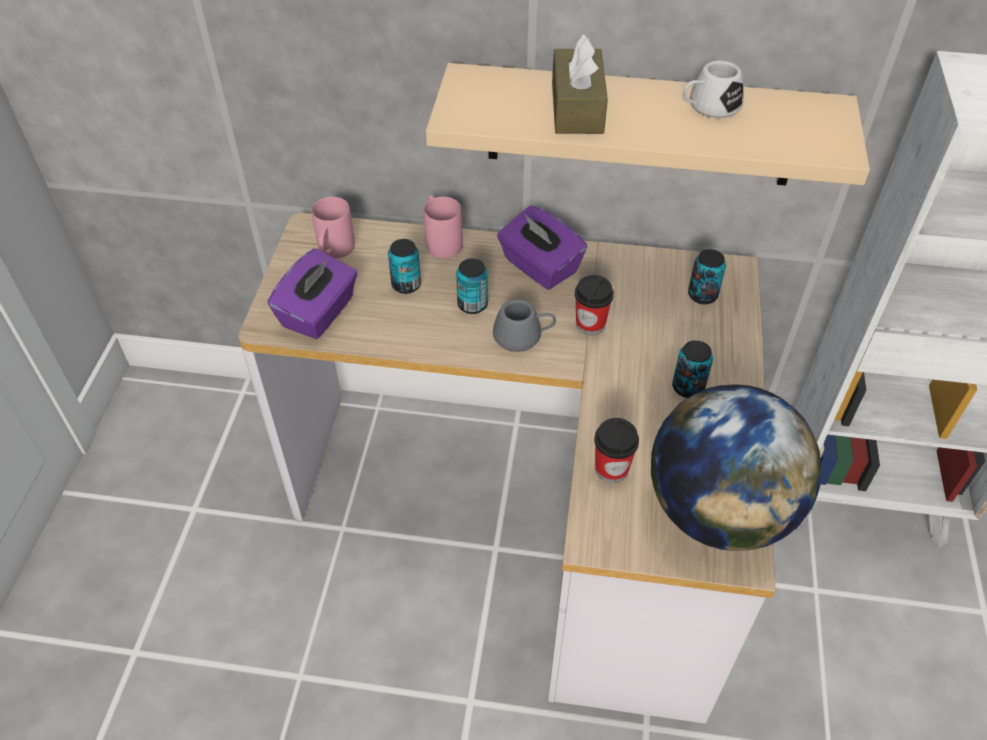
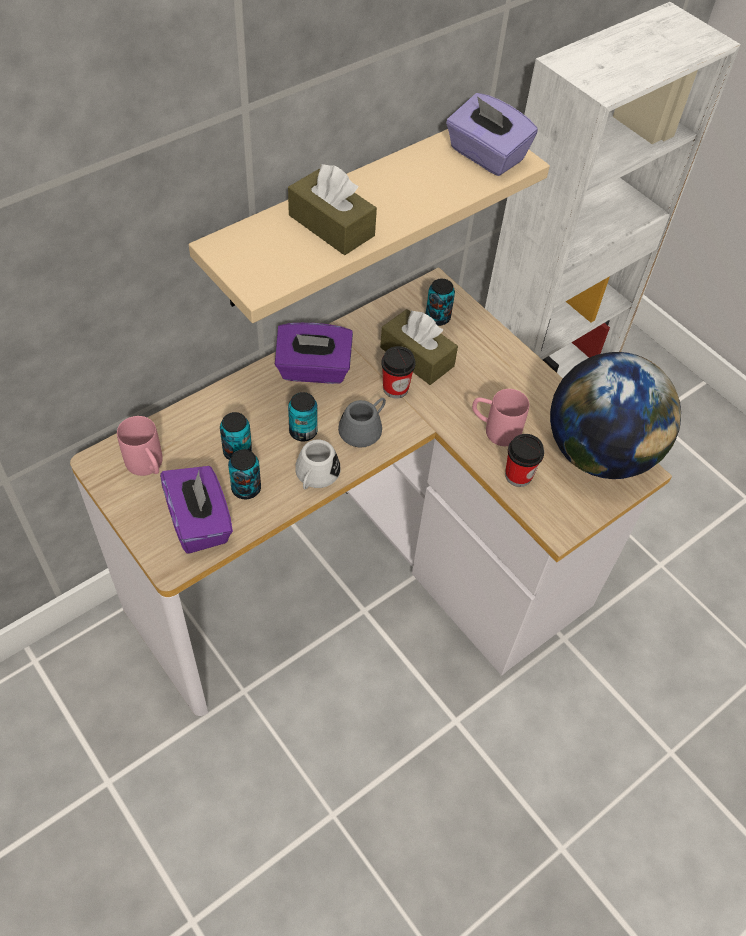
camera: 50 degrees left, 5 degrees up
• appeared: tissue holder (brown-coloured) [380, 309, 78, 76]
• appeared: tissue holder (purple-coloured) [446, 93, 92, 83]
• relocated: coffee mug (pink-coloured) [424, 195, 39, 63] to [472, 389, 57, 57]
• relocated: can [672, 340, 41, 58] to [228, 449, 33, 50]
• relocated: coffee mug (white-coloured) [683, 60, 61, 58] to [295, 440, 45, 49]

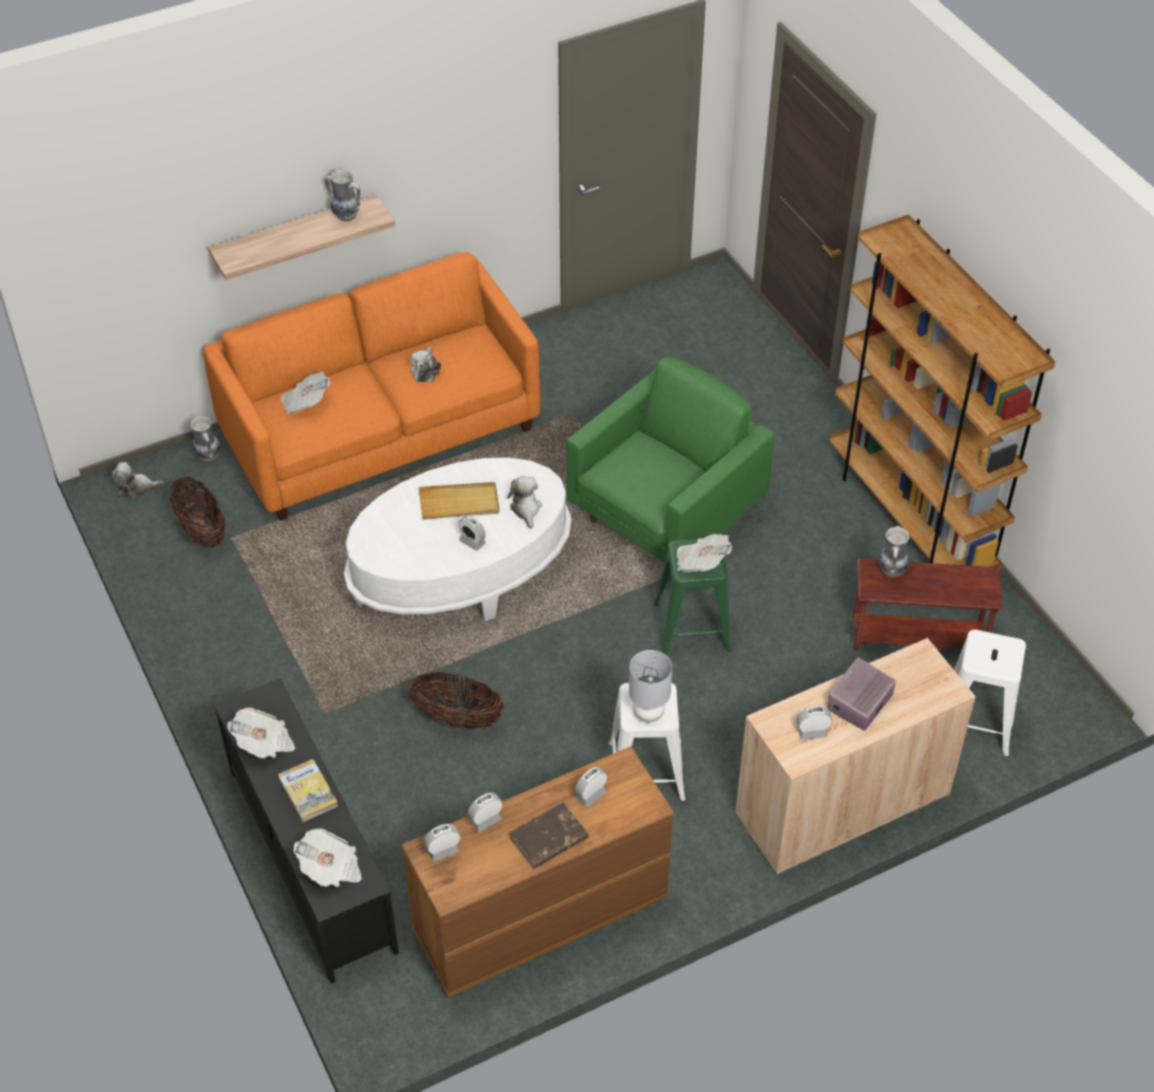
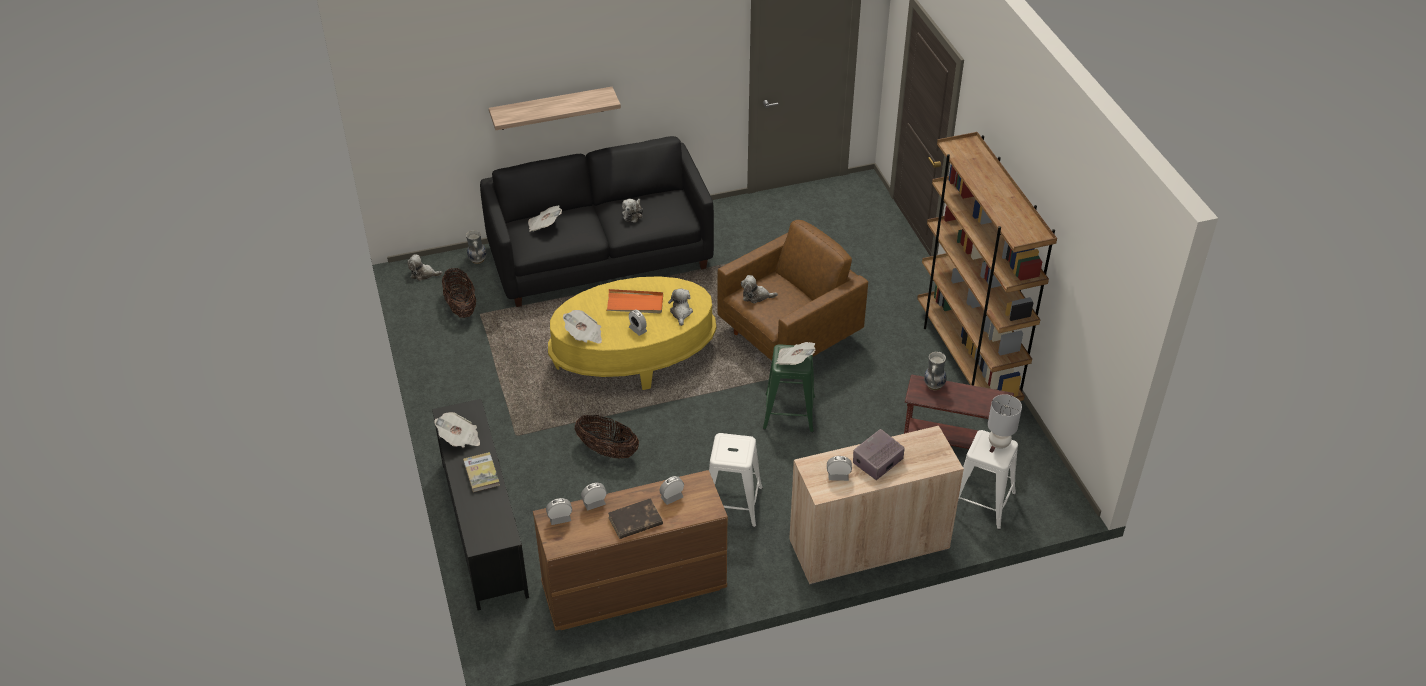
camera: 10 degrees right, 5 degrees down
• missing: flower vase [325, 170, 35, 52]
• appeared: soft toy [741, 275, 37, 29]
• relocated: newspaper [294, 828, 68, 59] to [563, 310, 39, 33]
• relocated: lamp for a table (grey) [629, 650, 43, 73] to [988, 394, 34, 55]
• colour: sofa (orangey) [203, 252, 337, 269] to sofa (black-coloured) [480, 136, 234, 171]
• colour: coffee table (white-coloured) [344, 458, 228, 163] to coffee table (yellowish) [548, 276, 168, 114]
• colour: serving tray (sand-coloured) [419, 482, 81, 38] to serving tray (orangey) [606, 289, 57, 24]
• colour: lounge chair (green-coloured) [566, 357, 209, 206] to lounge chair (brown-coloured) [717, 220, 151, 141]

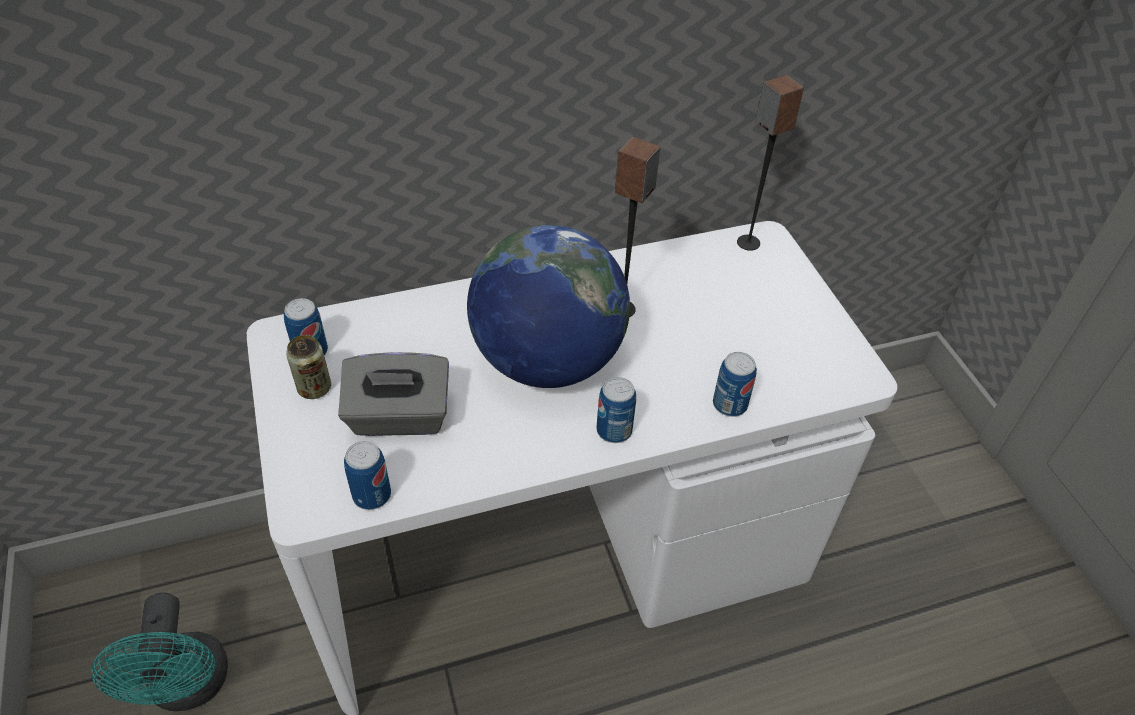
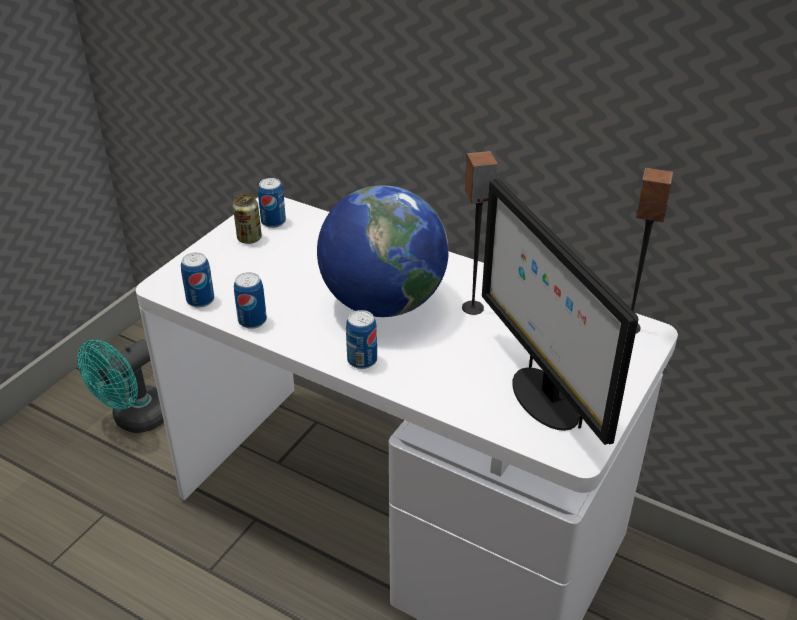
camera: 50 degrees right, 10 degrees down
• missing: tissue holder (grey) [338, 352, 111, 84]
• appeared: monitor [482, 179, 156, 266]
• relocated: can [713, 352, 44, 65] to [234, 272, 33, 57]

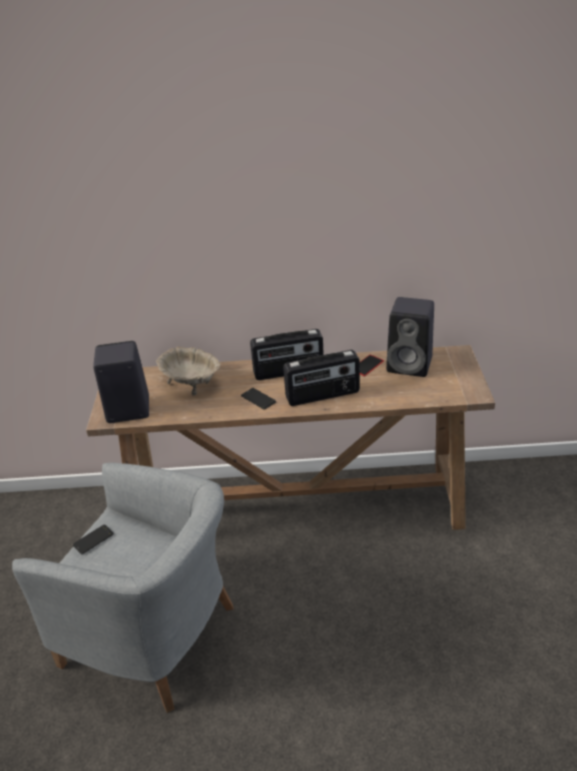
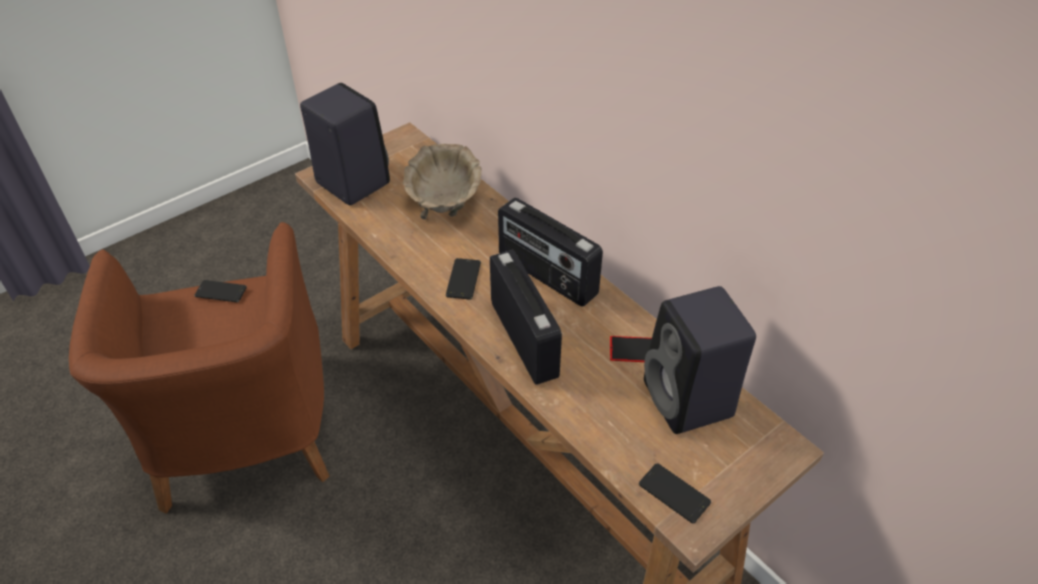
camera: 50 degrees right, 10 degrees up
• appeared: telephone [639, 463, 72, 60]
• colour: lounge chair (grey) [12, 462, 222, 251] to lounge chair (brown-coloured) [69, 222, 260, 292]
• spun: radio receiver [283, 350, 77, 56] = [490, 250, 72, 135] 150 degrees counterclockwise

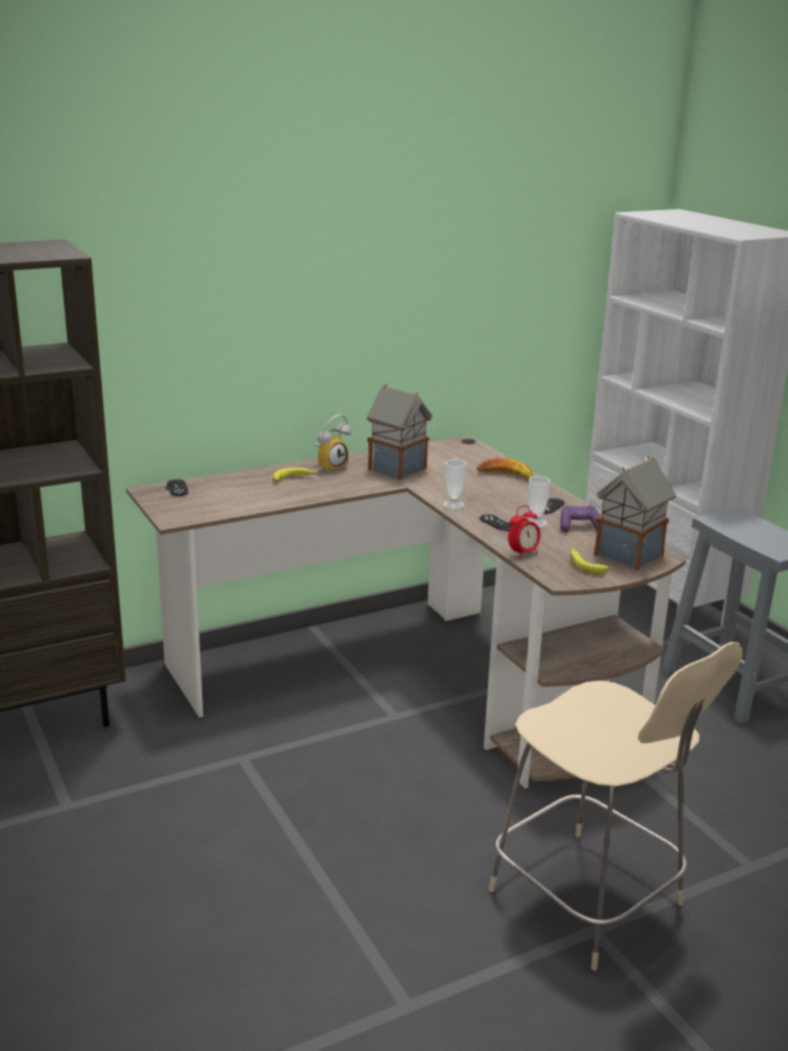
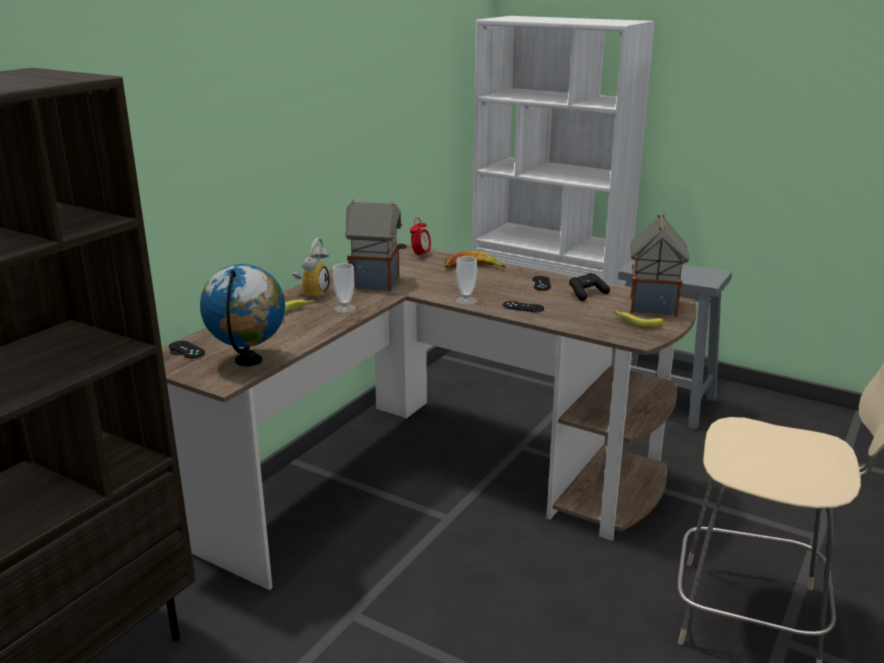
camera: 30 degrees left, 0 degrees up
• appeared: world globe [200, 264, 85, 102]
• relocated: alarm clock [508, 505, 33, 53] to [410, 218, 21, 40]
• relocated: drinking cup [527, 476, 23, 52] to [333, 263, 23, 50]
• colour: joypad (purple-coloured) [560, 505, 40, 27] to joypad (black-coloured) [569, 273, 41, 28]

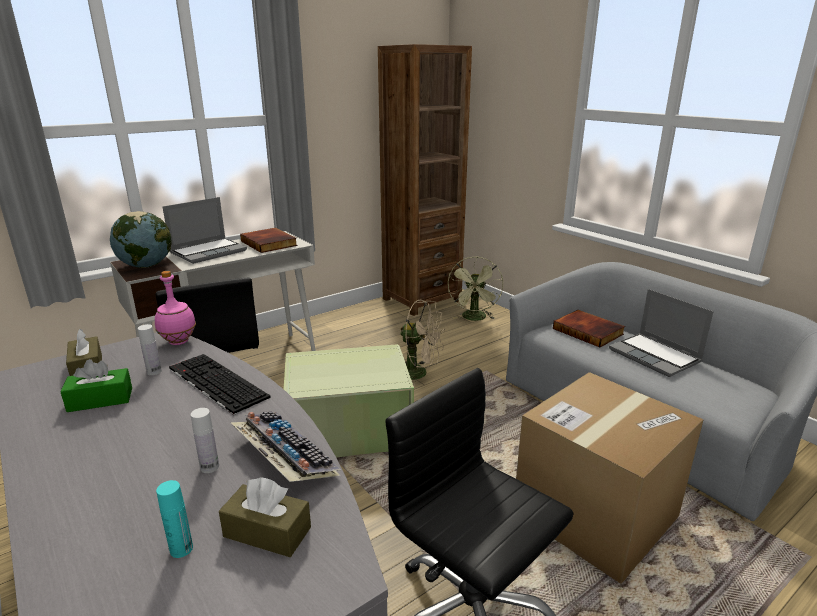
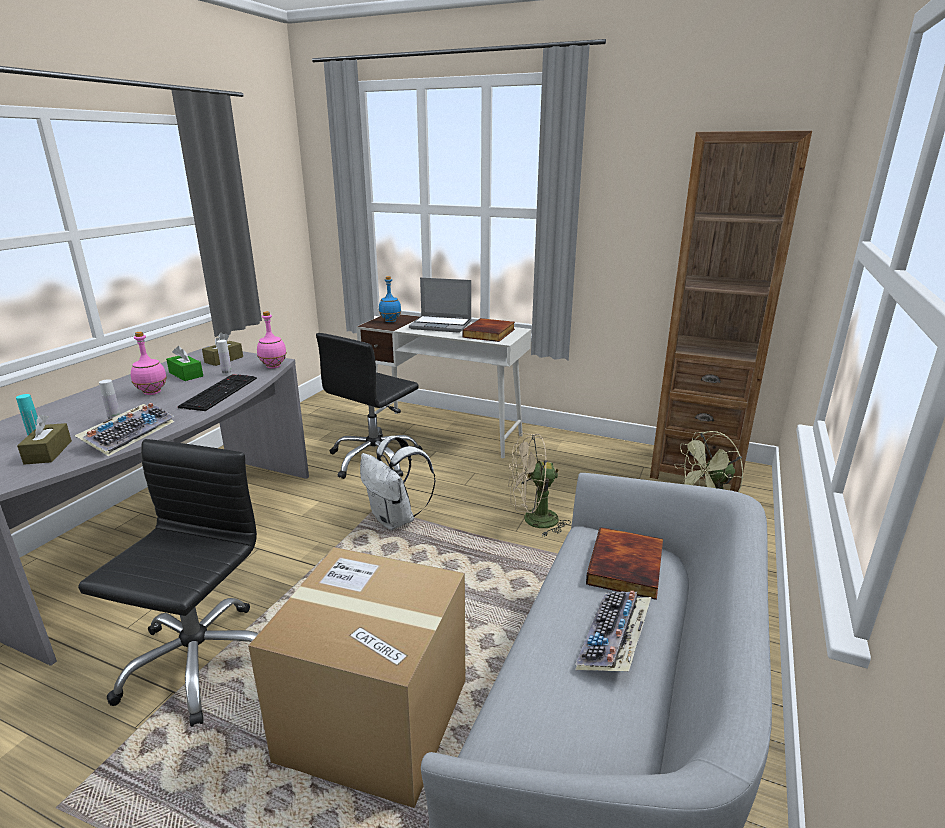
camera: 60 degrees right, 0 degrees up
• appeared: drink bottle (pink-coloured) [131, 332, 36, 63]
• exchanged: world globe [110, 211, 62, 57] to drink bottle (blue) [379, 276, 22, 46]
• exchanged: storage box (green-coloured) [284, 344, 130, 114] to rucksack (white-coloured) [360, 436, 76, 94]
• exchanged: notebook computer [609, 289, 105, 88] to keyboard [575, 591, 77, 81]
• spun: cooling fan (sand-coloured) [401, 300, 44, 87] = [508, 433, 63, 104] 90 degrees clockwise

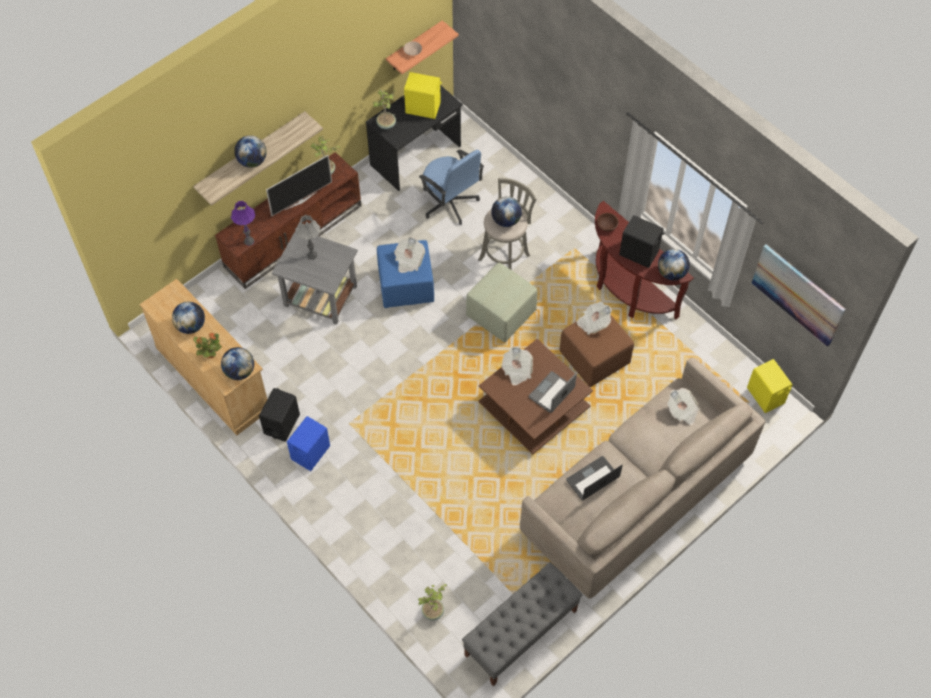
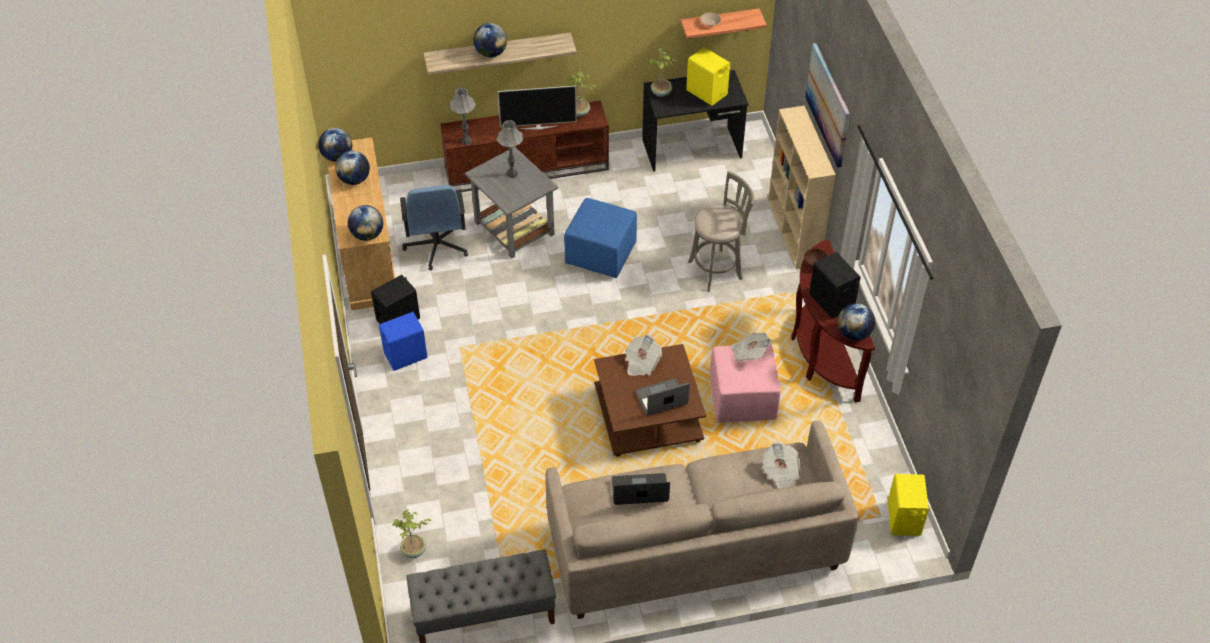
camera: 30 degrees right, 10 degrees down
• missing: plant in a pot [194, 333, 28, 25]
• missing: newspaper [394, 237, 31, 36]
• missing: footrest (green-coloured) [466, 263, 72, 80]
• appeared: bookshelf (sand-coloured) [768, 106, 68, 163]
• relocated: computer chair (blue) [419, 149, 65, 76] to [400, 185, 68, 85]
• relocated: world globe [491, 196, 31, 31] to [318, 128, 34, 34]
• relocated: wall picture [752, 244, 94, 103] to [805, 43, 45, 125]
• colour: lamp for a table (purple-coloured) [231, 201, 24, 45] to lamp for a table (grey) [450, 87, 26, 58]
• colour: footrest (brown-coloured) [559, 315, 75, 72] to footrest (pink-coloured) [710, 345, 70, 78]

